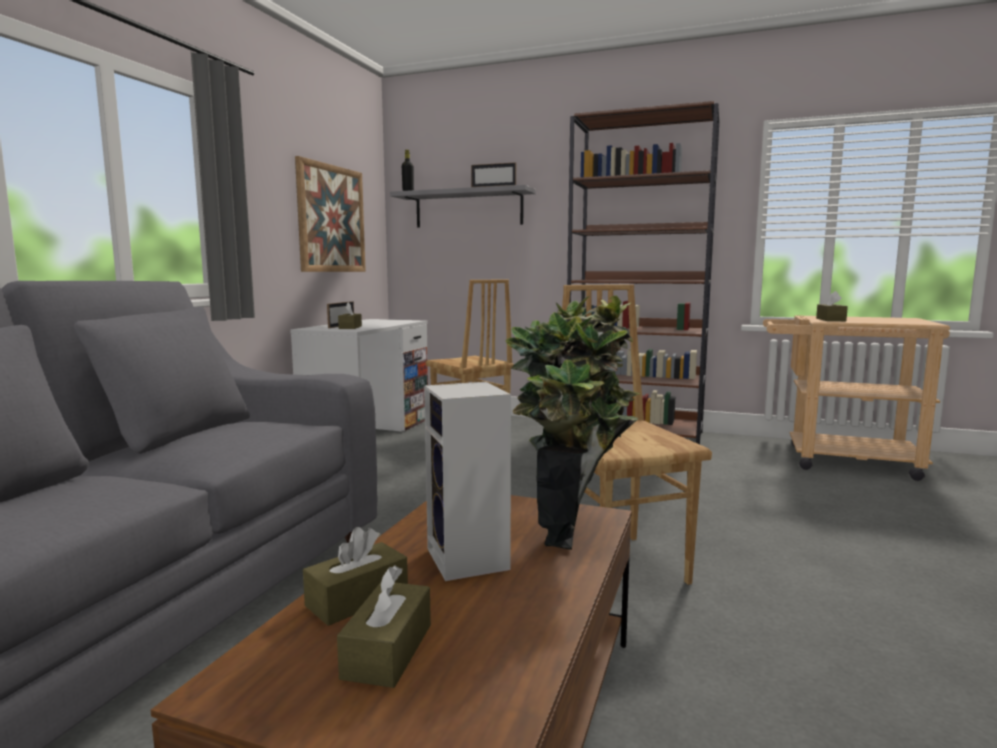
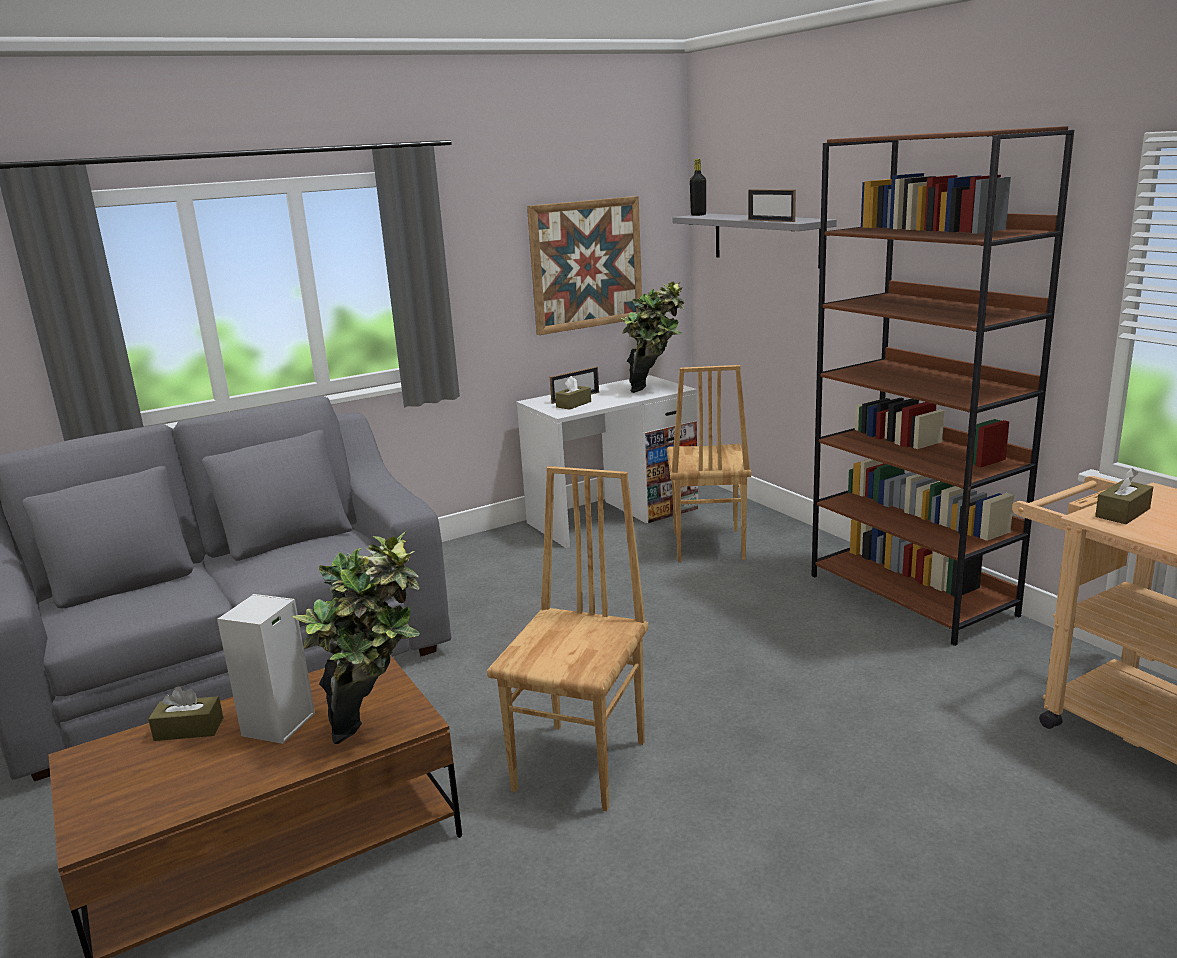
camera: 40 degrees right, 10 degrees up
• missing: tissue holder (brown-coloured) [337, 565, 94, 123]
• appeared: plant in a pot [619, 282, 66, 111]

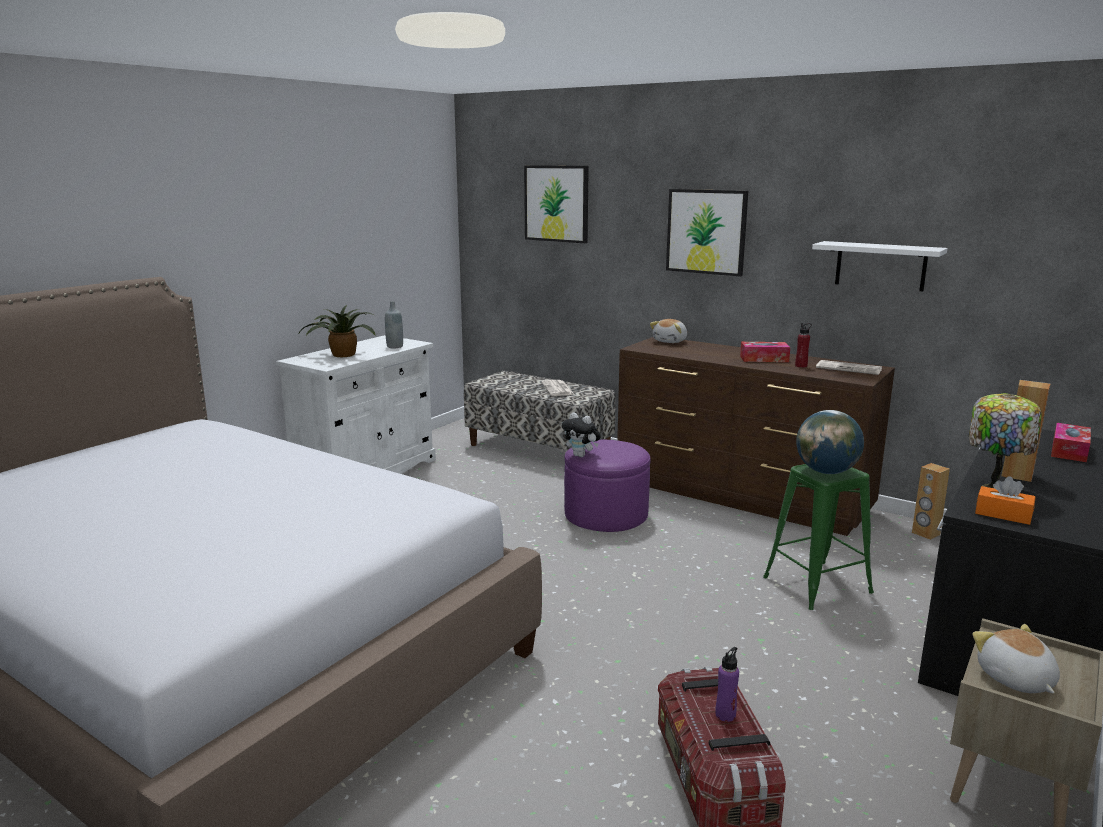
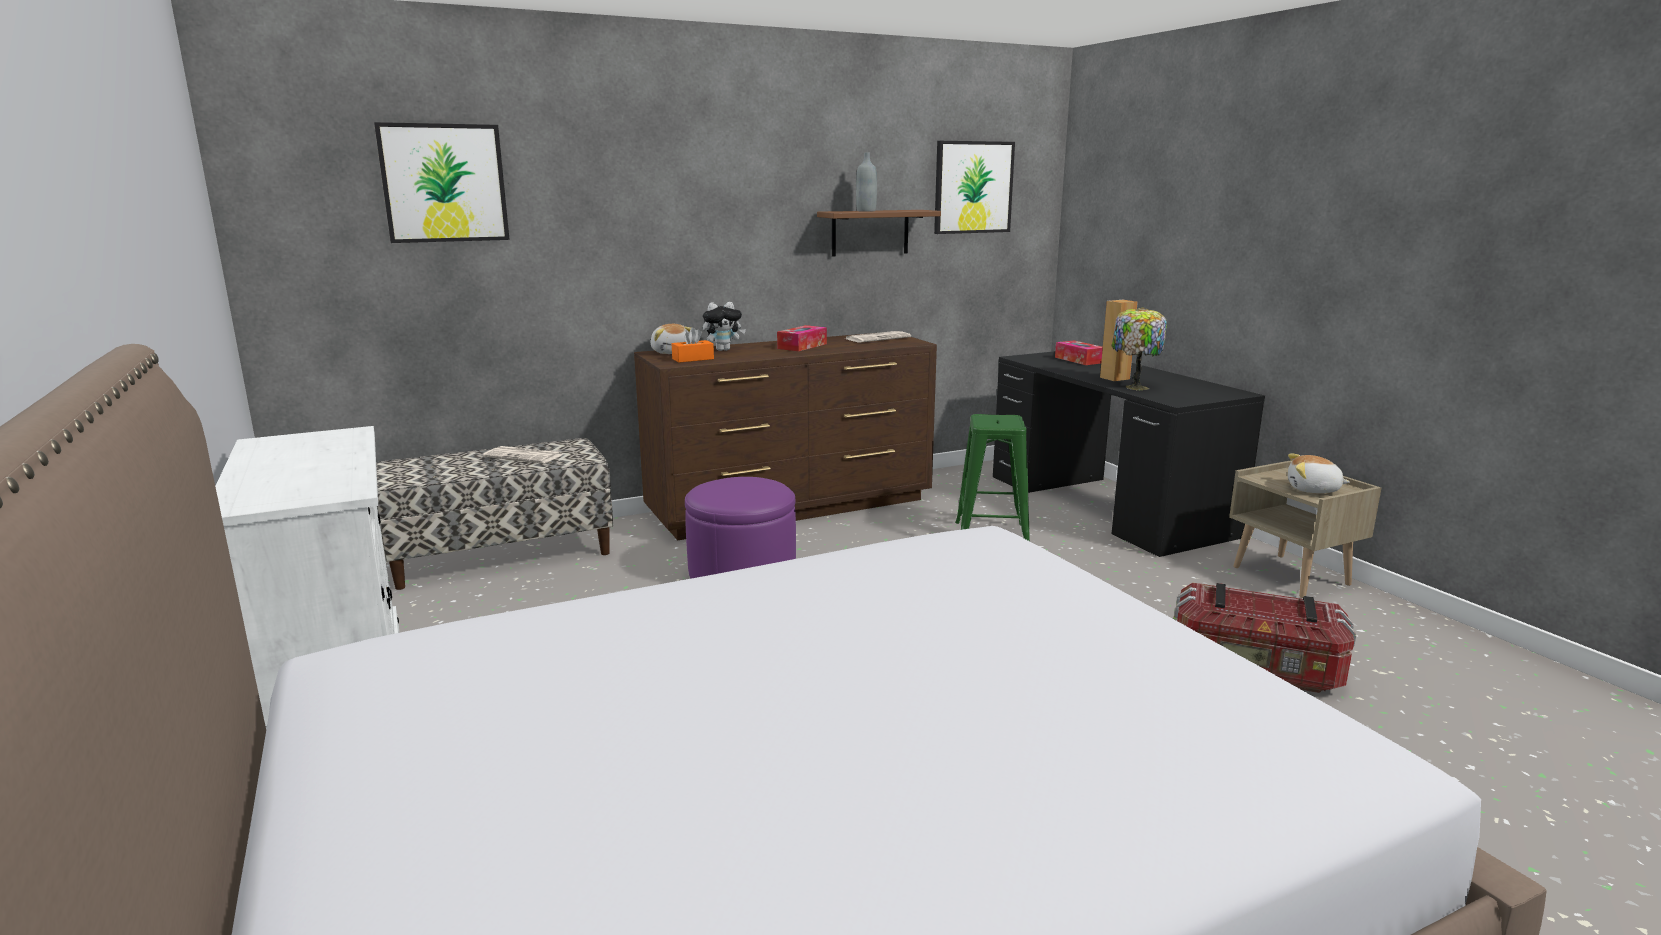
camera: 60 degrees left, 0 degrees up
• missing: plant in a pot [299, 305, 77, 52]
• missing: drink bottle (purple-coloured) [715, 647, 24, 75]
• missing: drink bottle (red) [795, 323, 17, 45]
• missing: world globe [796, 410, 68, 64]
• missing: speaker (brown-coloured) [912, 463, 38, 77]
• relocated: drink bottle (grey) [385, 301, 18, 47] to [856, 152, 21, 60]
• relocated: soft toy [562, 412, 39, 45] to [703, 302, 43, 49]
• relocated: wall picture [666, 189, 82, 88] to [934, 141, 81, 93]
• relocated: tissue holder (orangey) [975, 476, 60, 49] to [672, 327, 42, 36]
• colour: bracket shelf (white-coloured) [812, 241, 136, 50] to bracket shelf (brown-coloured) [817, 210, 124, 47]

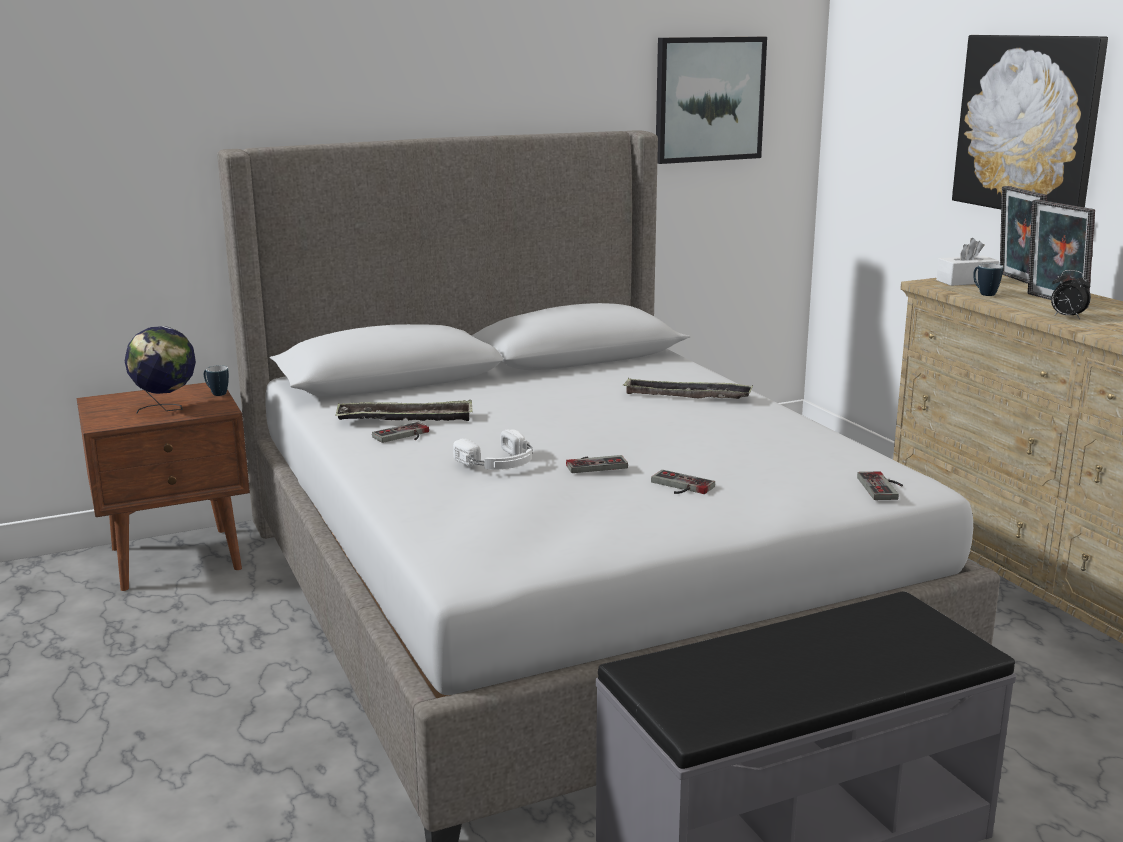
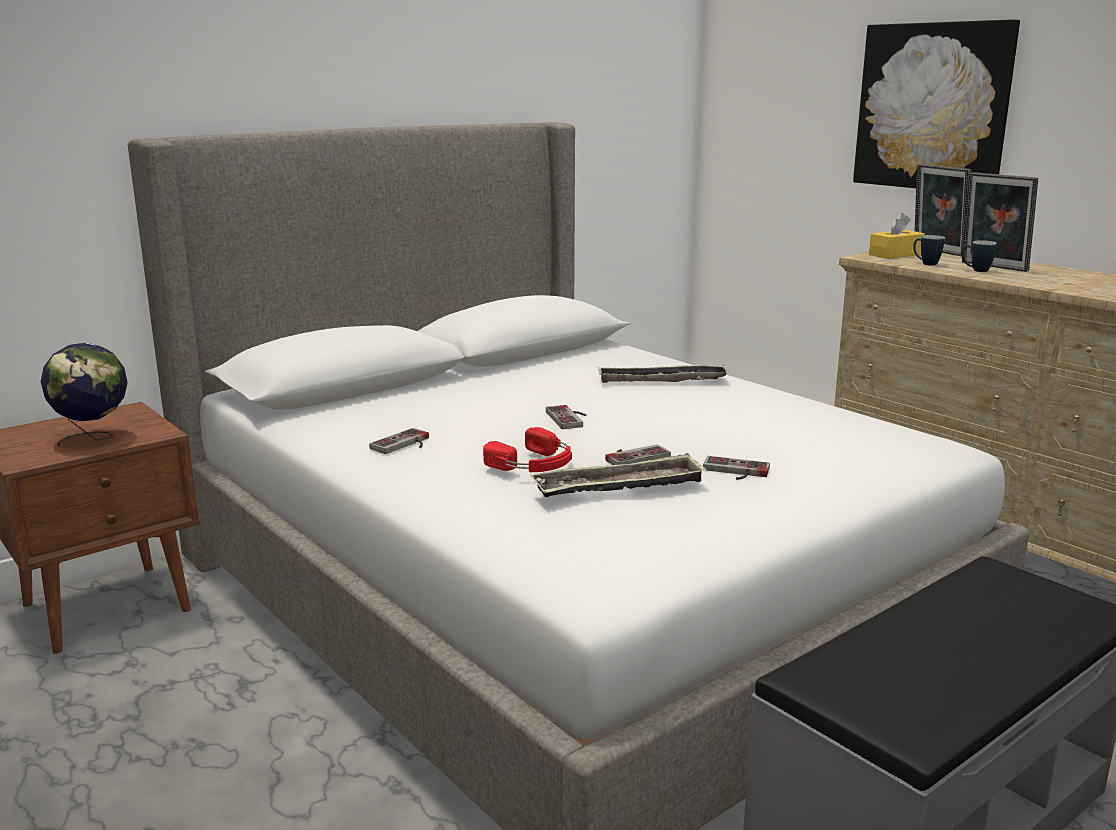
camera: 15 degrees left, 0 degrees up
• missing: wall picture [656, 37, 111, 127]
• missing: alarm clock [1051, 270, 40, 49]
• relocated: coffee mug [204, 365, 25, 31] to [961, 241, 36, 31]
• relocated: serving tray [335, 400, 138, 21] to [530, 453, 177, 44]
• relocated: joypad [857, 471, 46, 29] to [546, 405, 40, 24]
• colour: headphones (white-coloured) [453, 429, 80, 40] to headphones (red) [483, 427, 89, 45]
• colour: tissue holder (white-coloured) [936, 238, 63, 48] to tissue holder (yellowish) [869, 213, 56, 46]

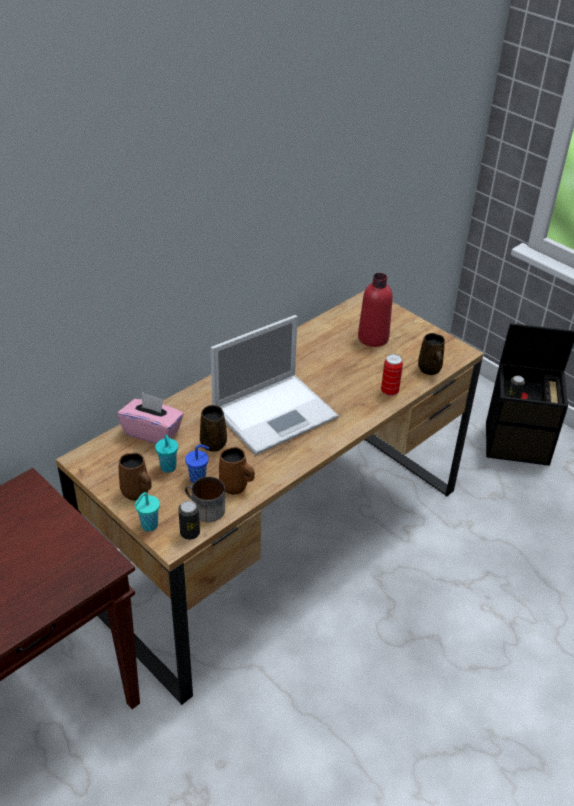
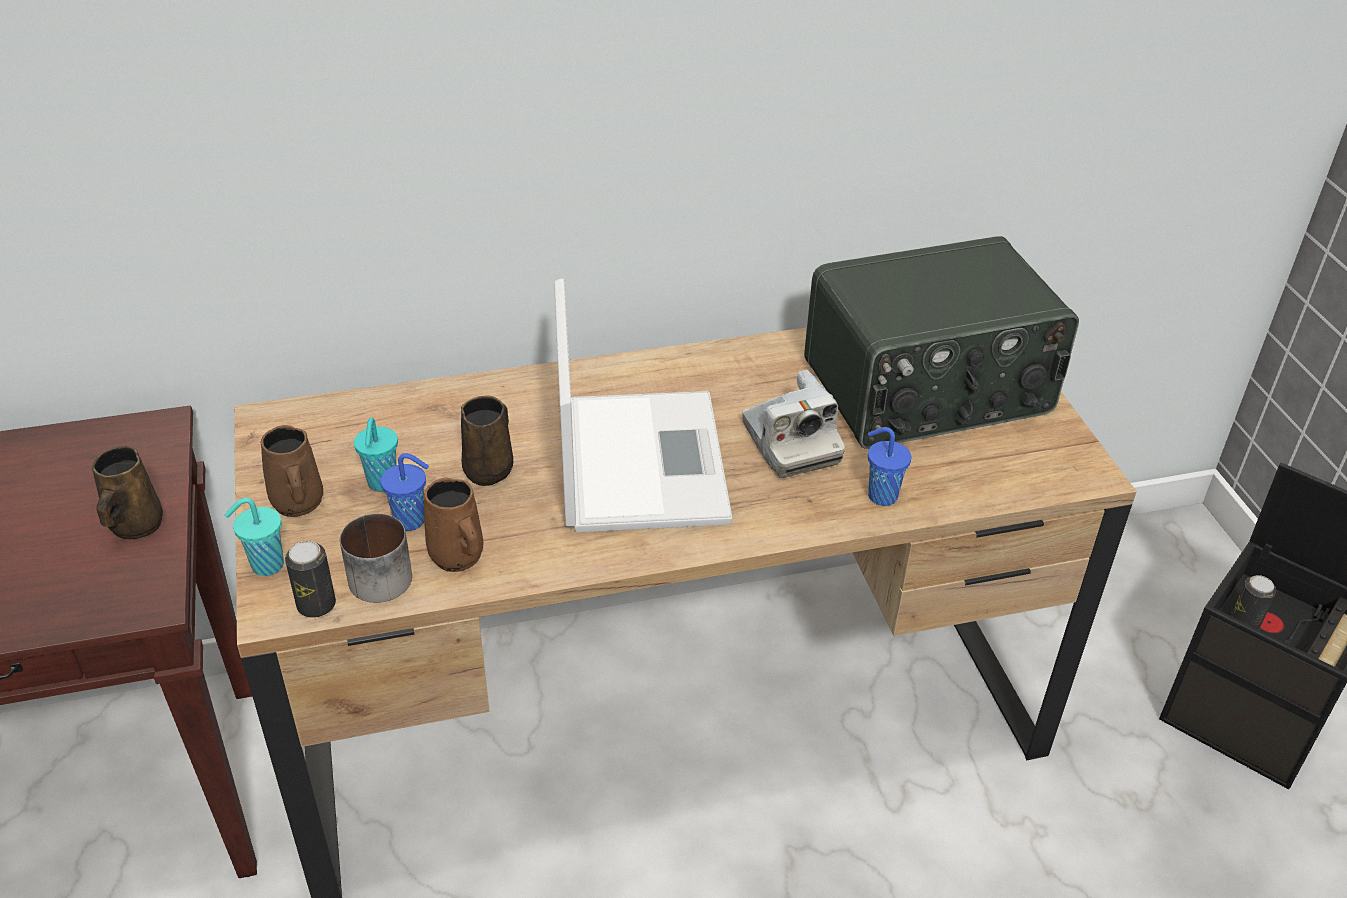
camera: 30 degrees right, 0 degrees up
• missing: tissue holder (pink-coloured) [118, 392, 66, 52]
• appeared: still camera [742, 370, 103, 108]
• relocated: coffee mug (brown-coloured) [418, 333, 27, 42] to [92, 446, 71, 93]
• exchanged: drink bottle (red) [358, 273, 35, 74] to radio receiver [804, 236, 275, 213]
• exchanged: can [381, 354, 22, 42] to drinking cup (blue) [868, 427, 43, 79]
• spun: notebook computer [211, 315, 128, 140] = [554, 279, 179, 254] 90 degrees counterclockwise

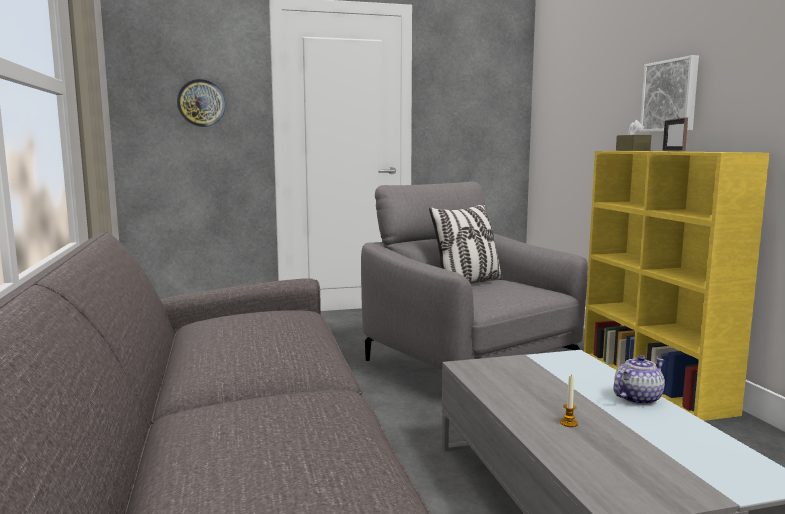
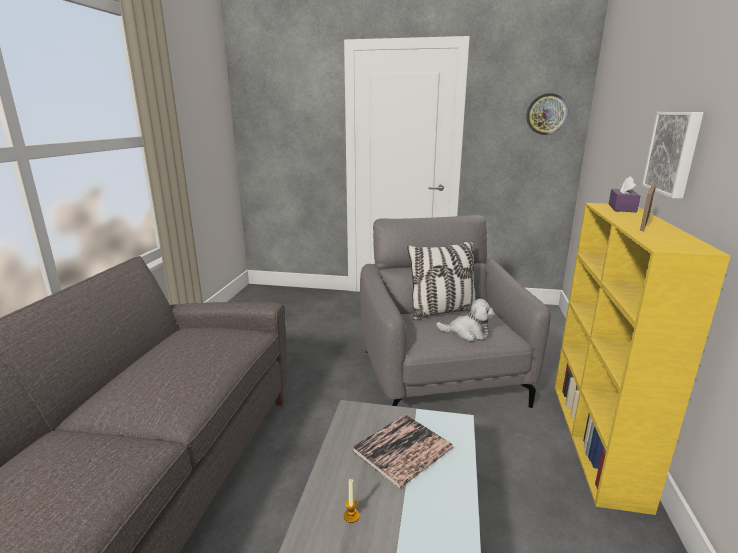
camera: 25 degrees right, 10 degrees up
• missing: tea pot [613, 355, 52, 50]
• appeared: bound book [352, 414, 101, 75]
• appeared: soft toy [436, 299, 59, 42]
• relocated: wall clock [177, 79, 49, 48] to [526, 93, 43, 42]
• colour: tissue holder (brown-coloured) [616, 120, 35, 31] to tissue holder (purple-coloured) [609, 176, 31, 36]

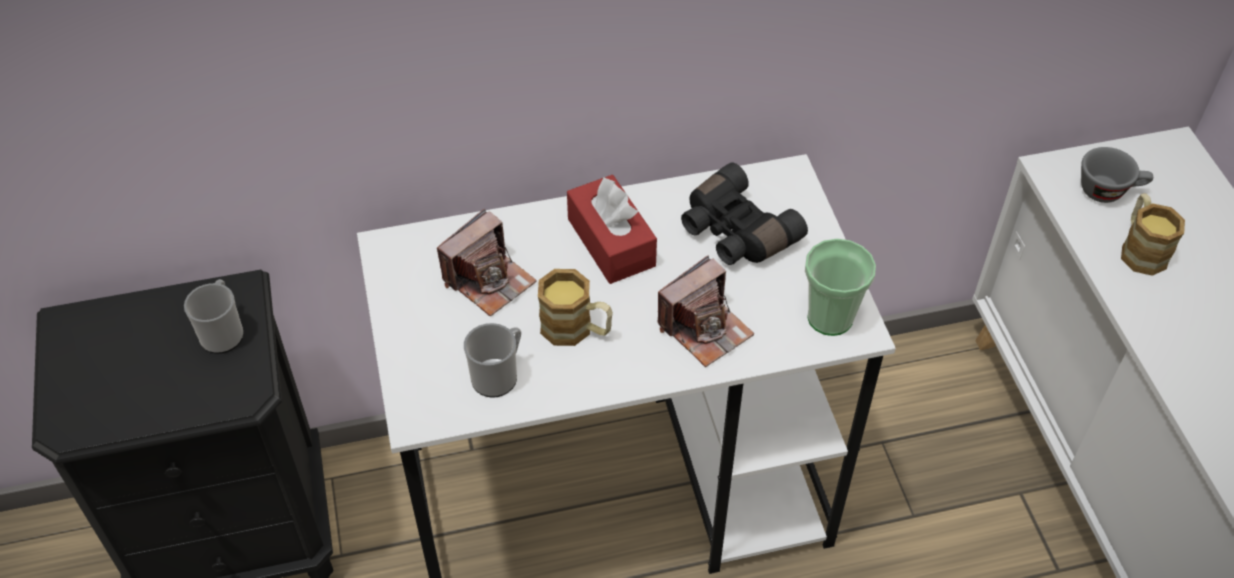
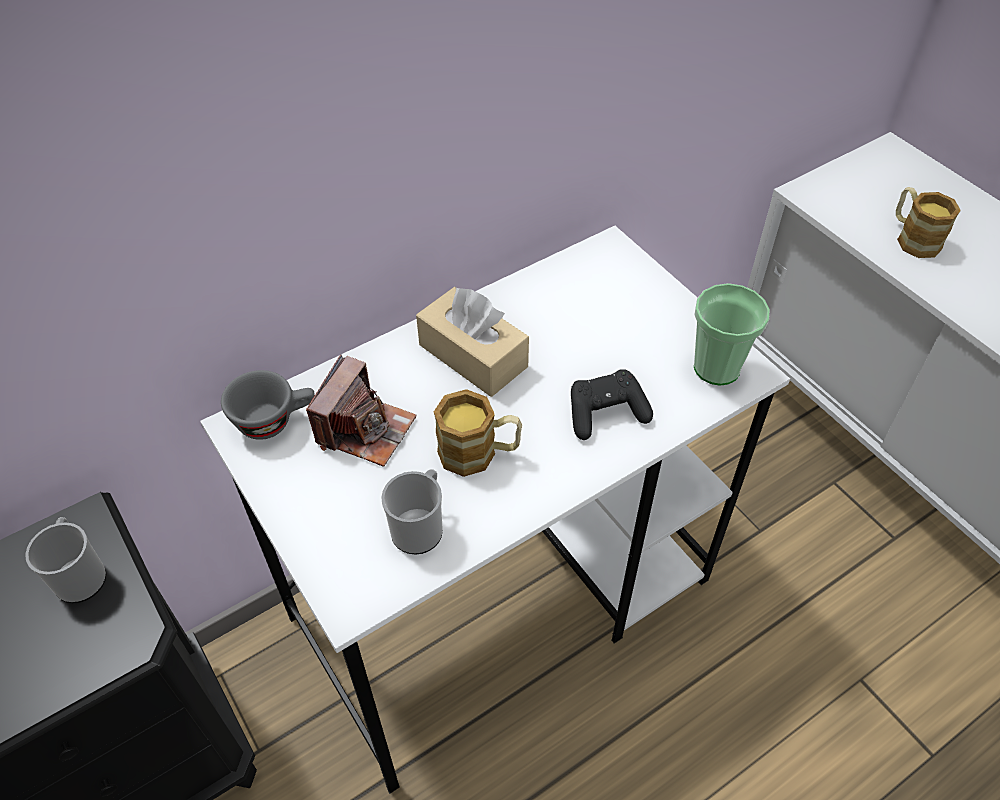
camera: 20 degrees left, 0 degrees up
• missing: field glasses (black-coloured) [681, 162, 127, 103]
• relocated: drinking cup (grey) [1081, 147, 72, 56] to [221, 370, 94, 70]
• exchanged: still camera [657, 255, 97, 112] to joypad (black-coloured) [571, 369, 82, 71]
• colour: tissue holder (red) [567, 175, 90, 109] to tissue holder (sand-coloured) [416, 287, 113, 110]

